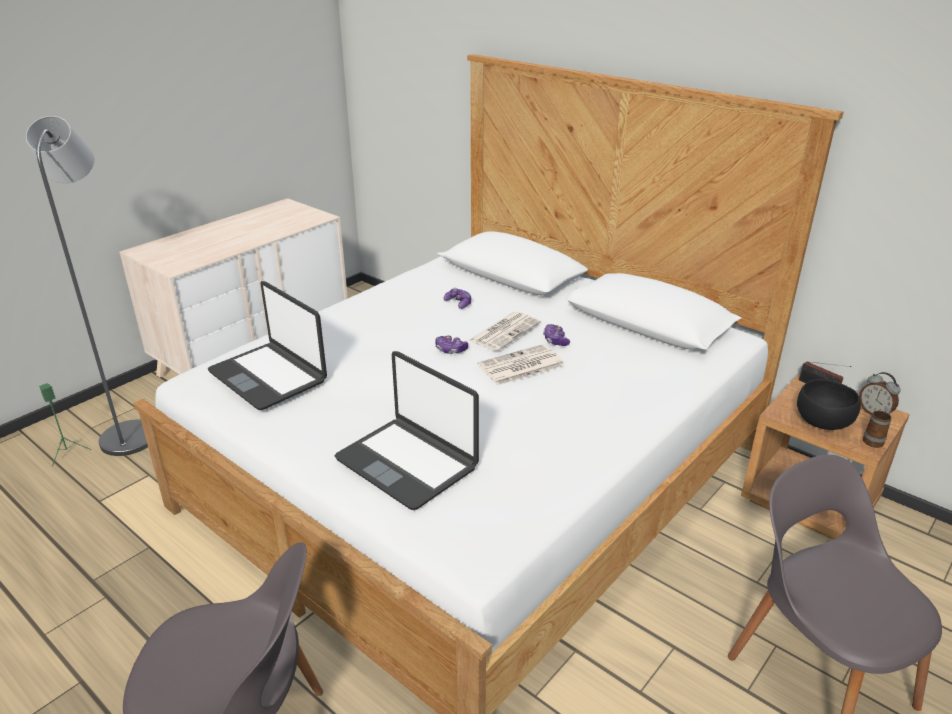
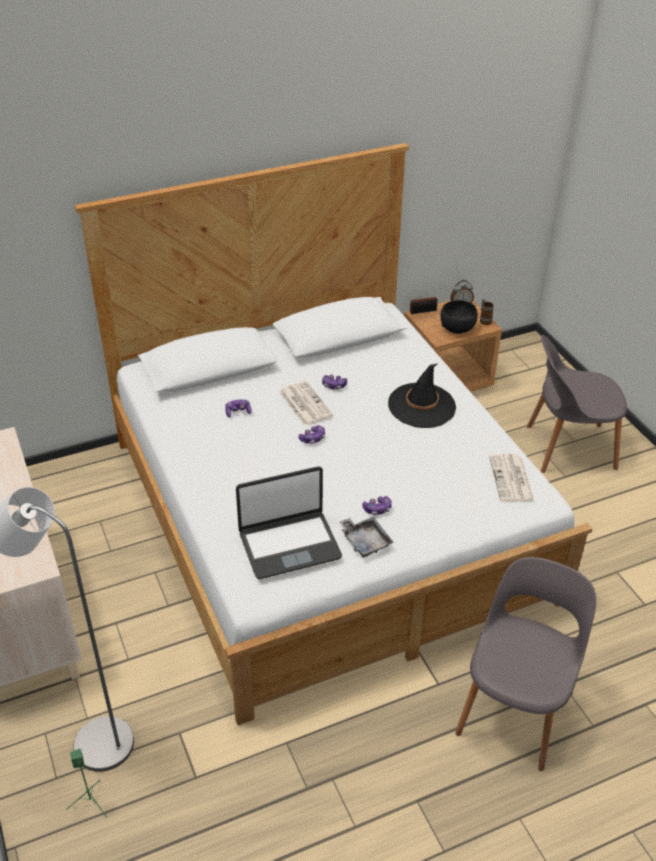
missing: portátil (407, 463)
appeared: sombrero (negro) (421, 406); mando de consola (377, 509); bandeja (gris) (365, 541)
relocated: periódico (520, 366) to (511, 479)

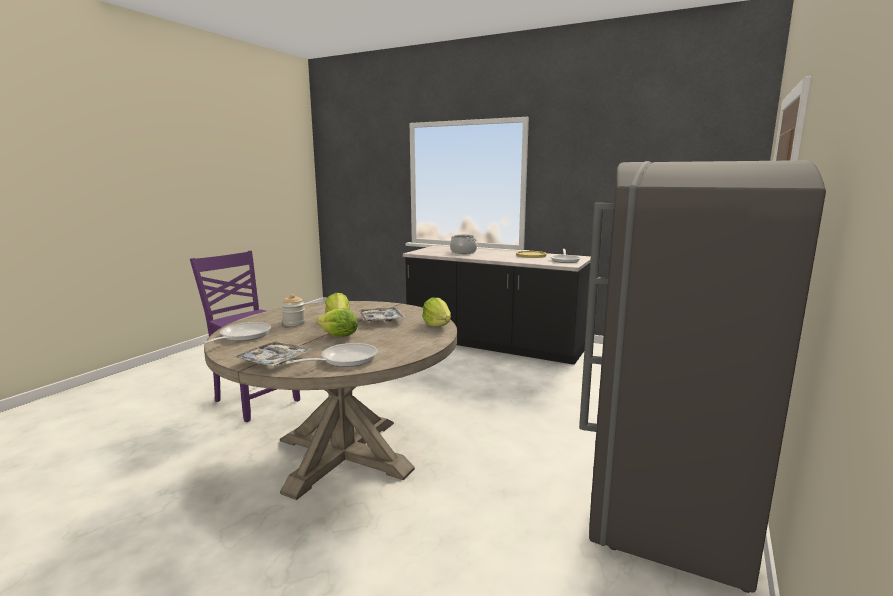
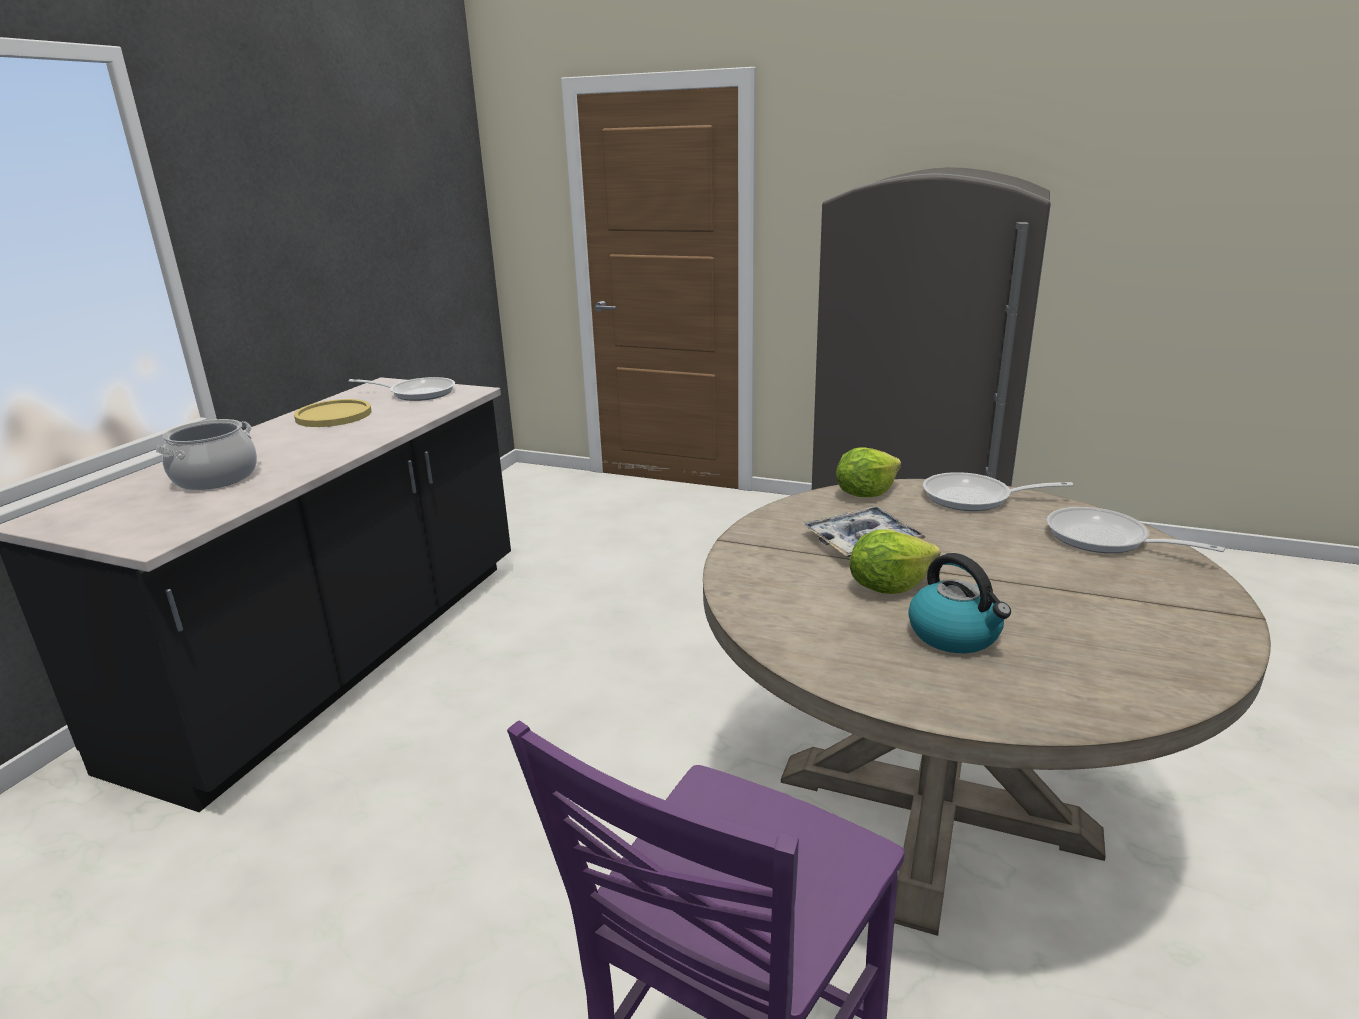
missing: lechuga (339, 336); bandeja (274, 360)
relocated: sartén (242, 336) to (974, 498)
exchanged: tarro (294, 323) to hervidor (955, 635)

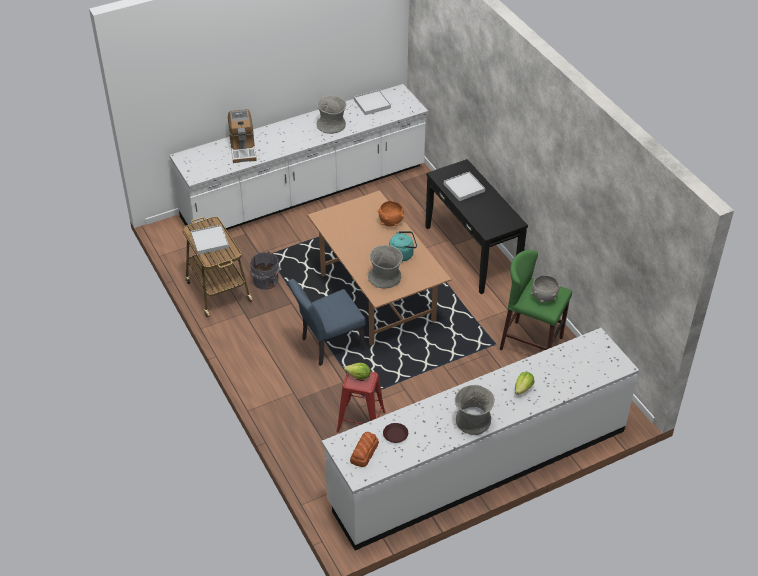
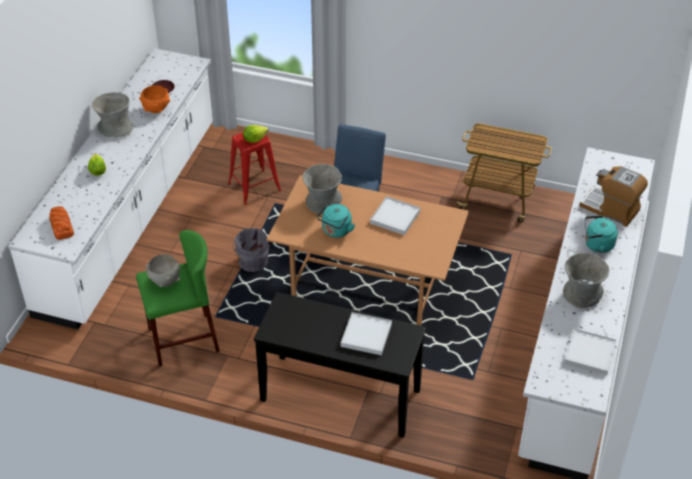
appeared: hervidor (turquesa) (597, 245)
relocated: cuenco (naranja) (391, 222) to (156, 110); bandeja (blanco) (209, 241) to (395, 217); cubo (gris) (267, 281) to (251, 262); pan (364, 452) to (62, 226)

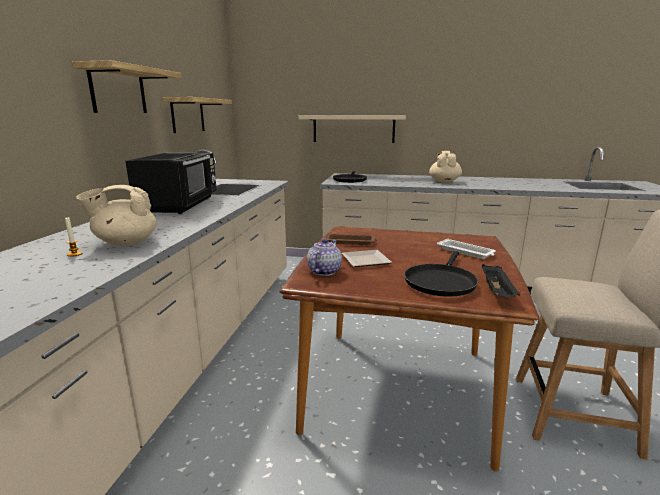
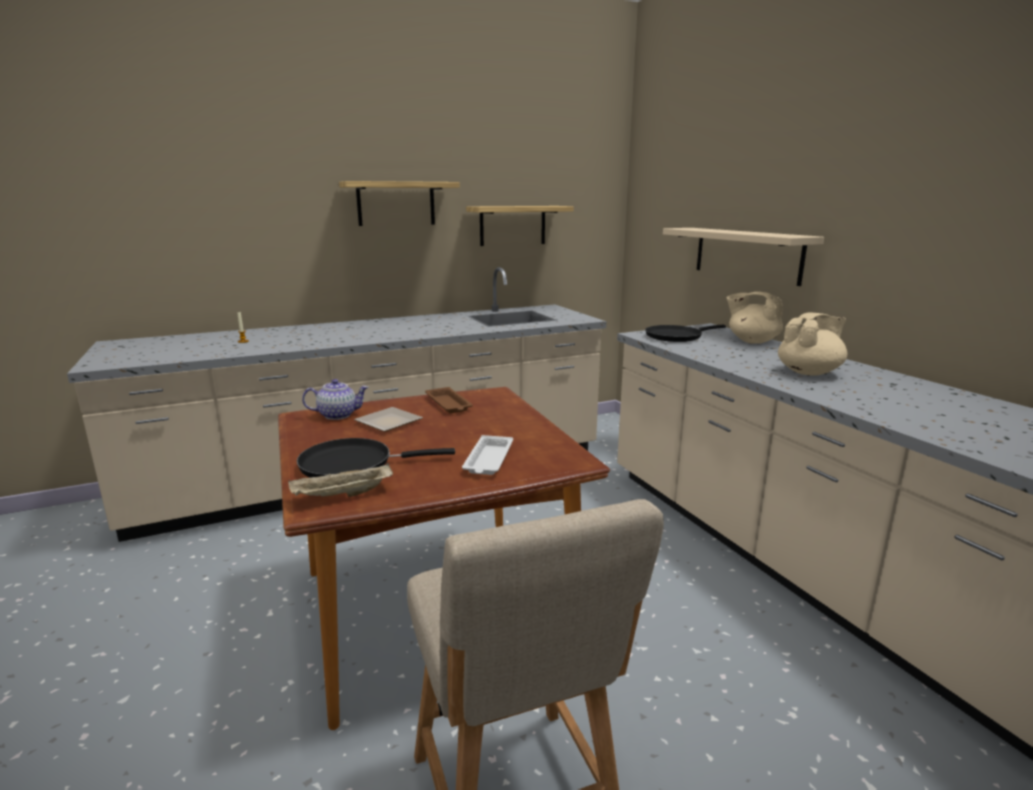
missing: microondas (negro) (180, 205)
relocated: tetera (beis) (125, 243) to (752, 341)
colour: bandeja (negro) (497, 292) to bandeja (beis) (342, 496)

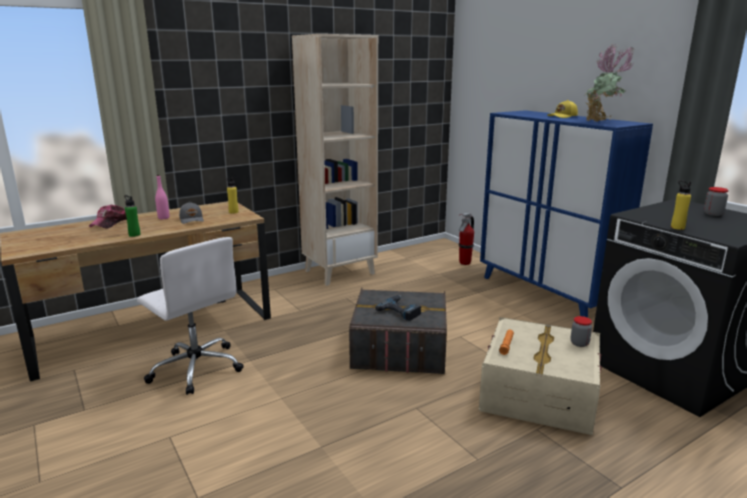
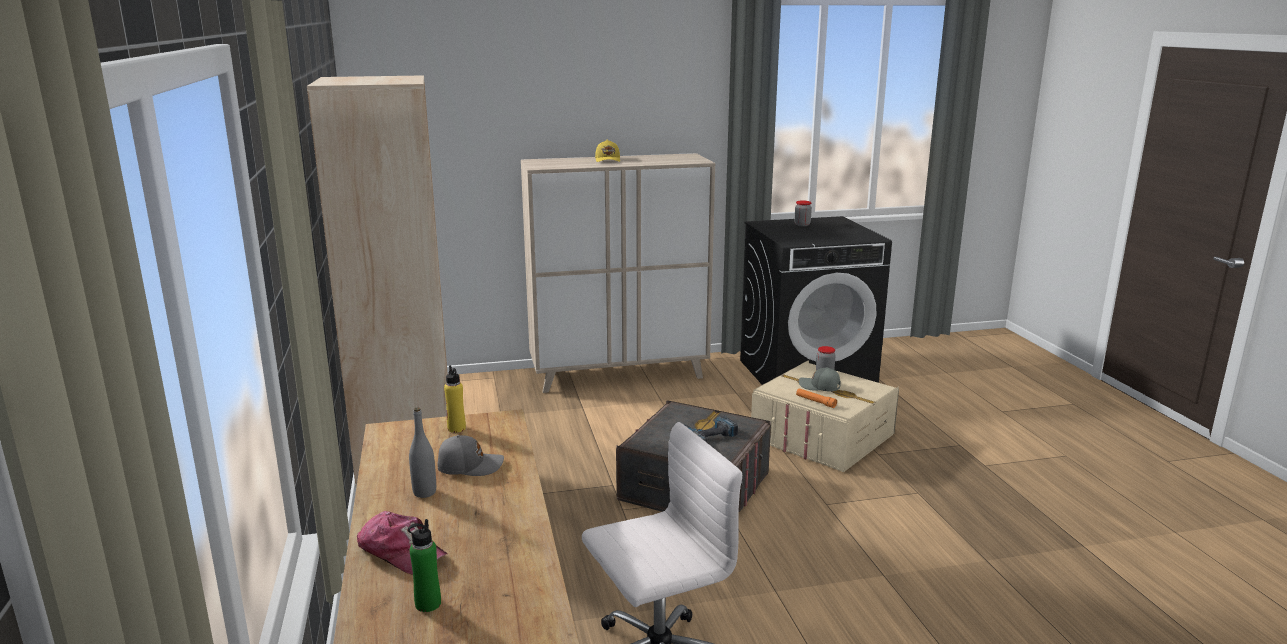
missing: planta en maceta (602, 122); botella (amarillo) (677, 227); extintor (464, 263)
appeared: gorra (gris) (819, 386)
relocated: botella (verde) (134, 235) to (428, 604)
colour: armario (azul) (545, 294) to armario (beis) (619, 375); botella (rosa) (163, 218) to botella (gris) (424, 492)

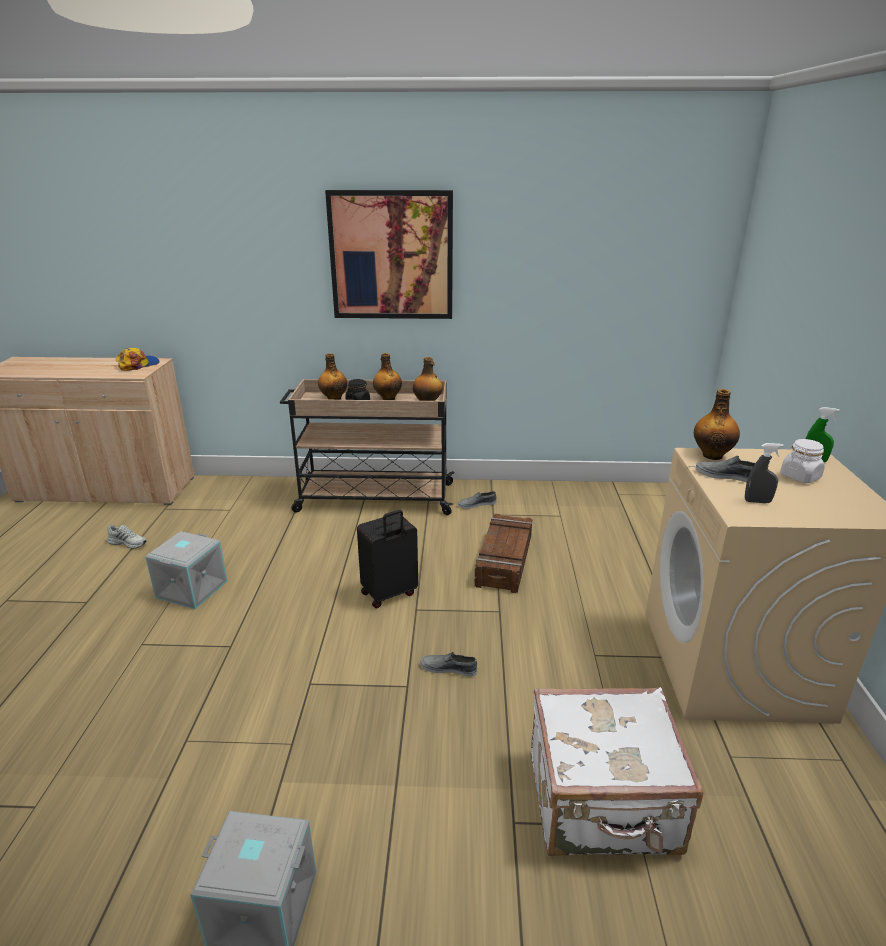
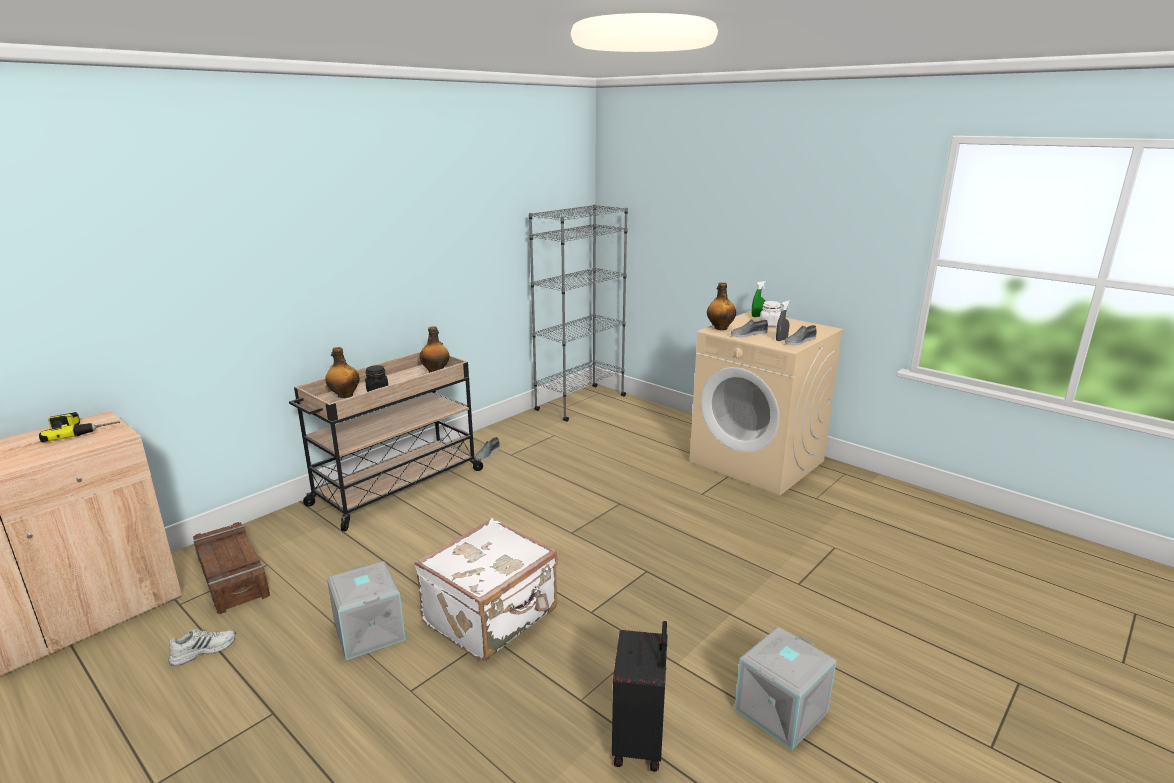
missing: cuadro (391, 256); botella (388, 398)
appeared: estantería (gris) (580, 403)
relocated: maleta (negro) (389, 594) to (640, 742); caja de embalaje (505, 560) to (233, 575); zapato (gris) (448, 668) to (799, 341); maleta (blanco) (603, 805) to (492, 617)
exchanged: gorra (138, 365) to taladro (82, 429)

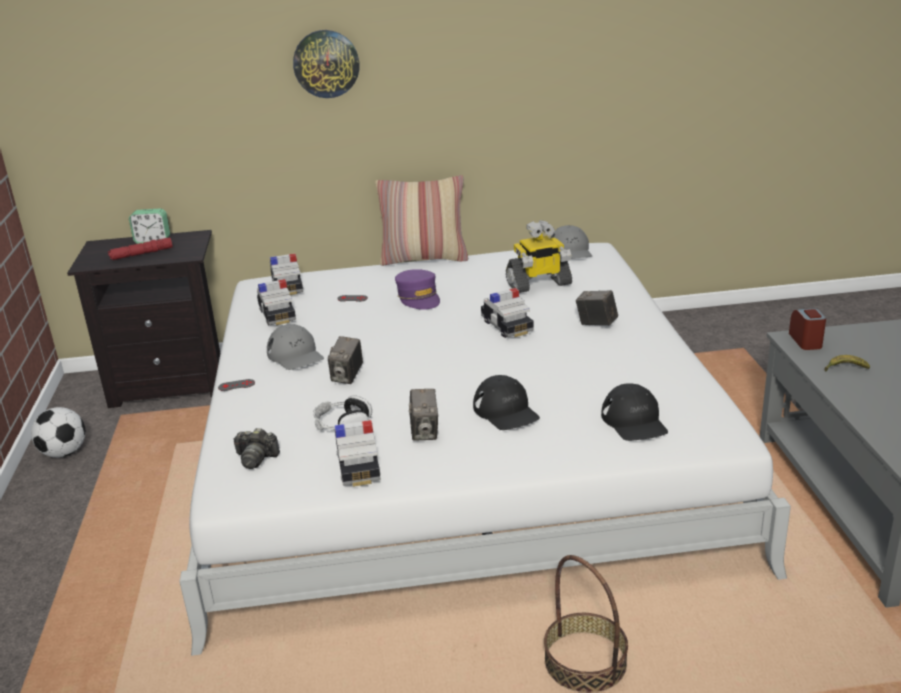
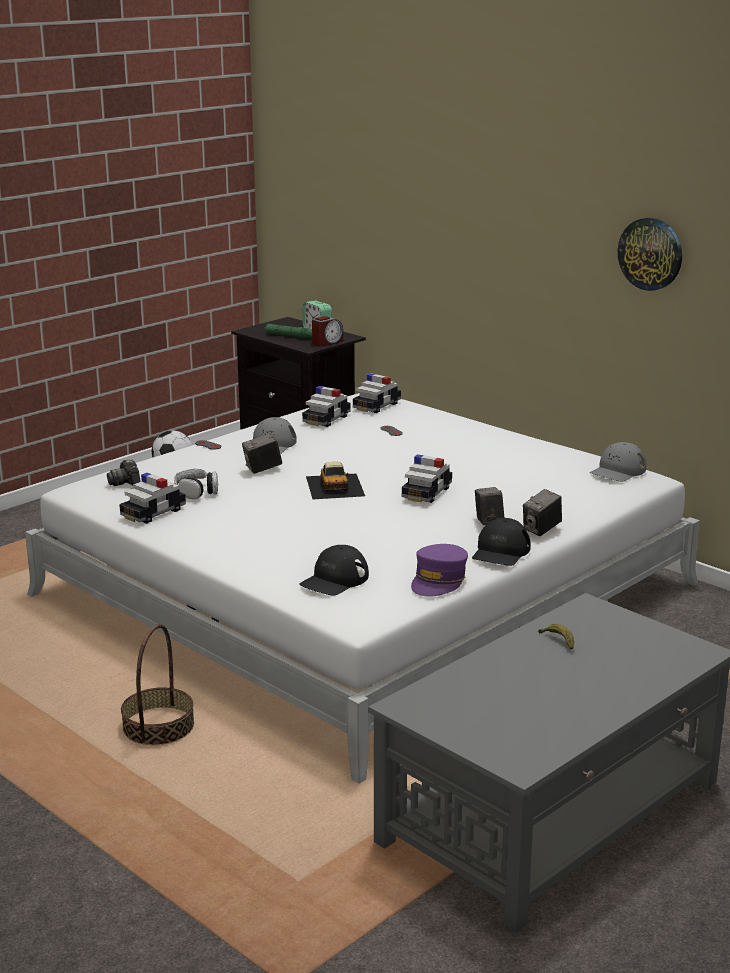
missing: cojín (424, 259); robot de juguete (538, 284)
appeared: coche de juguete (335, 486)
relocated: reloj de pared (326, 64) to (650, 253); gorra (morado) (419, 298) to (438, 581); despertador (806, 341) to (327, 342); gorra (negro) (506, 411) to (500, 552); cámara (425, 432) to (541, 530)
colour: linterna (rojo) (141, 254) to linterna (verde) (290, 336)

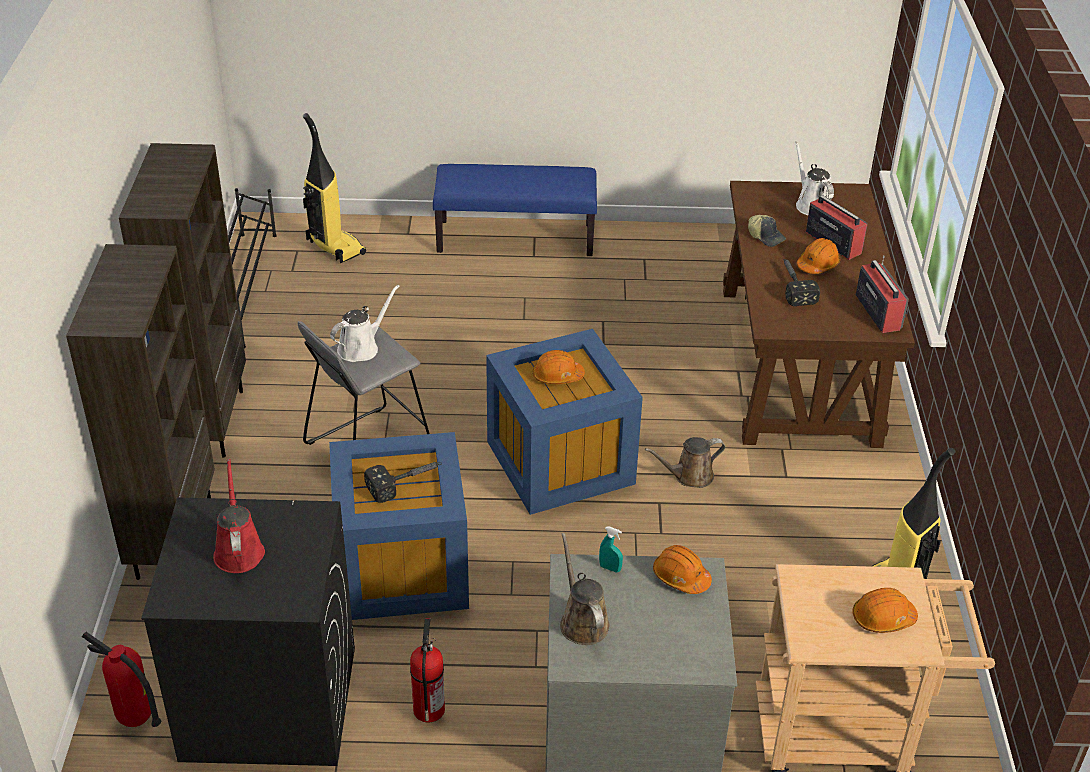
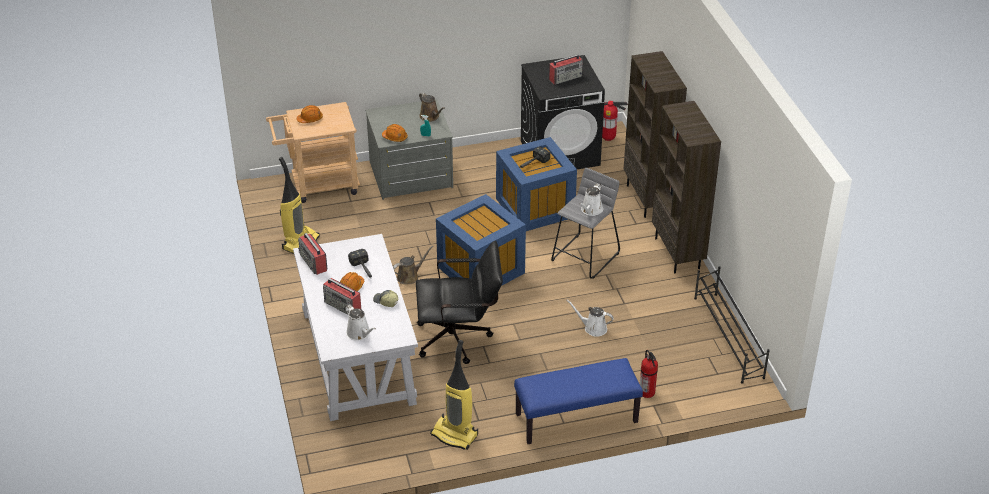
missing: casco (naranja) (557, 376)
appeared: silla de oficina (negro) (460, 338); regadera (blanco) (593, 328)
relocated: aspiradora (334, 247) to (455, 434); extintor (428, 708) to (647, 392)
exchanged: regadera (rojo) (238, 550) to radio (566, 77)
colour: escritorio (marrón) (798, 364) to escritorio (blanco) (358, 357)

